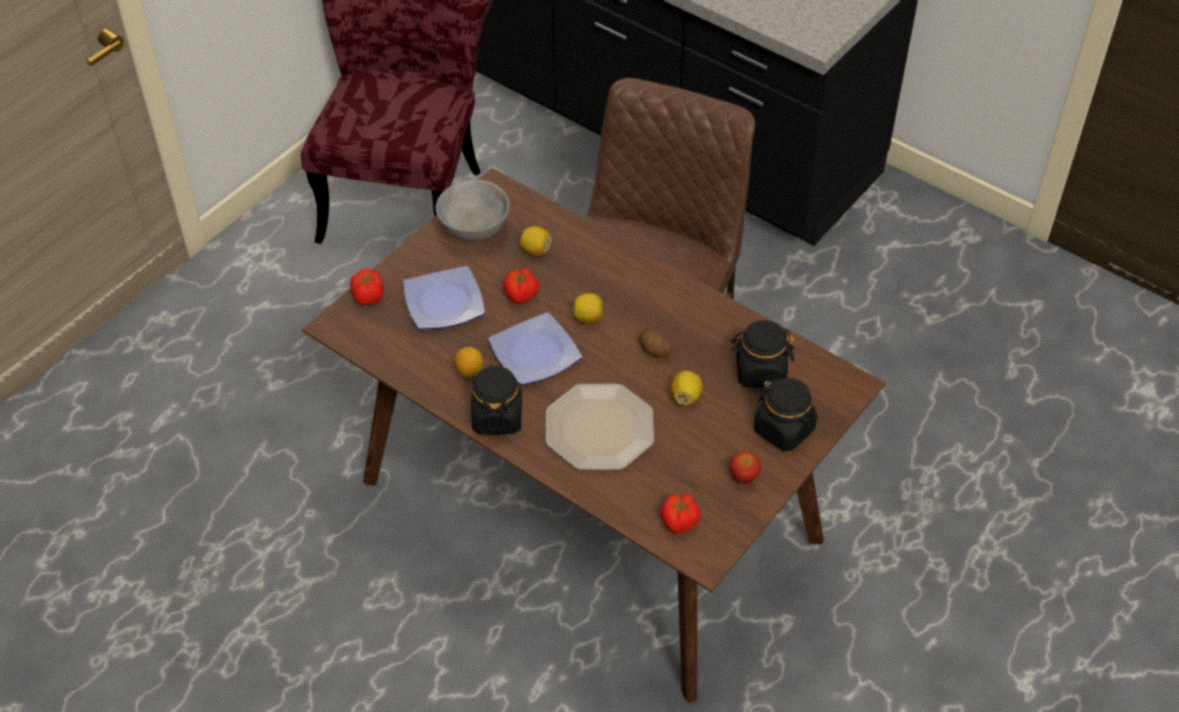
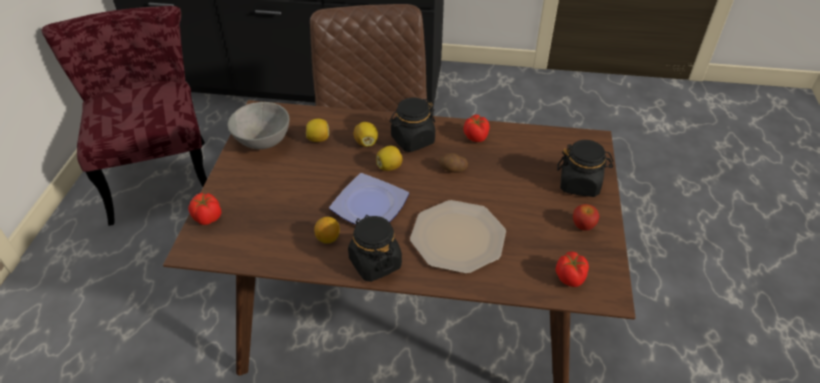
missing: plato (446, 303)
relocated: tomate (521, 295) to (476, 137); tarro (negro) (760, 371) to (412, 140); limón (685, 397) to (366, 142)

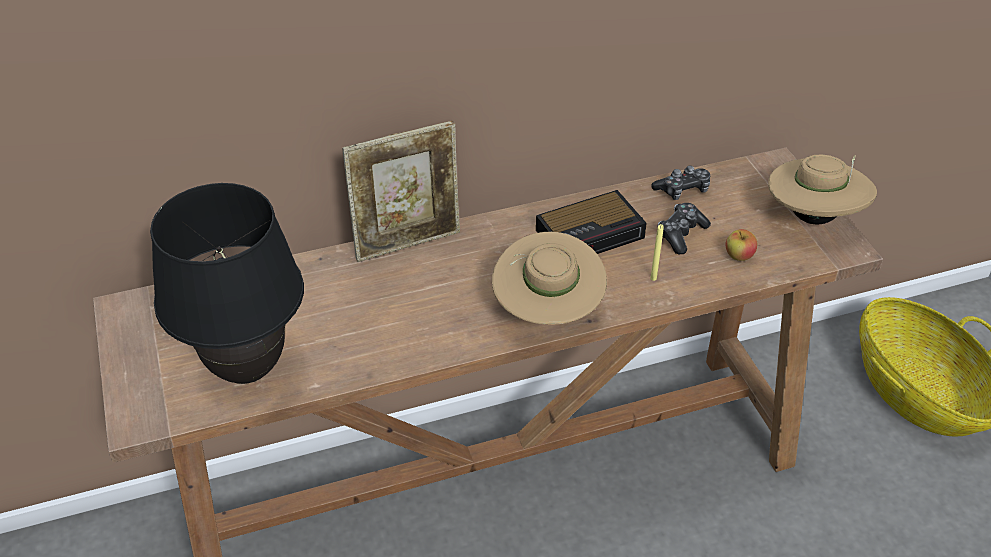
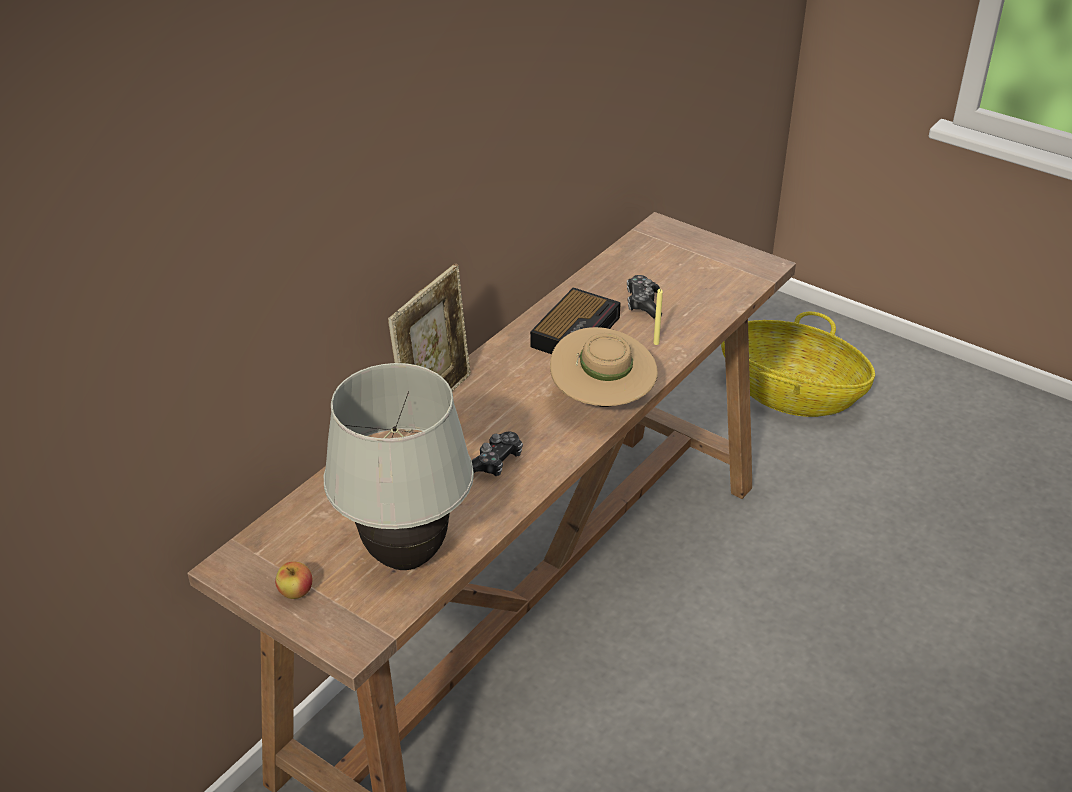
missing: sombrero (beis) (813, 217)
relocated: mando de consola (683, 190) to (495, 462); manzana (739, 256) to (296, 592)
colour: lámpara de mesa (negro) (248, 369) to lámpara de mesa (blanco) (406, 556)

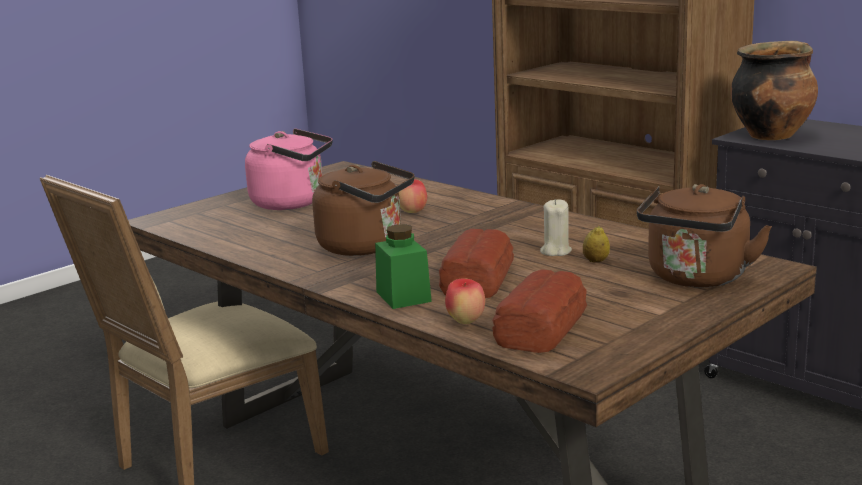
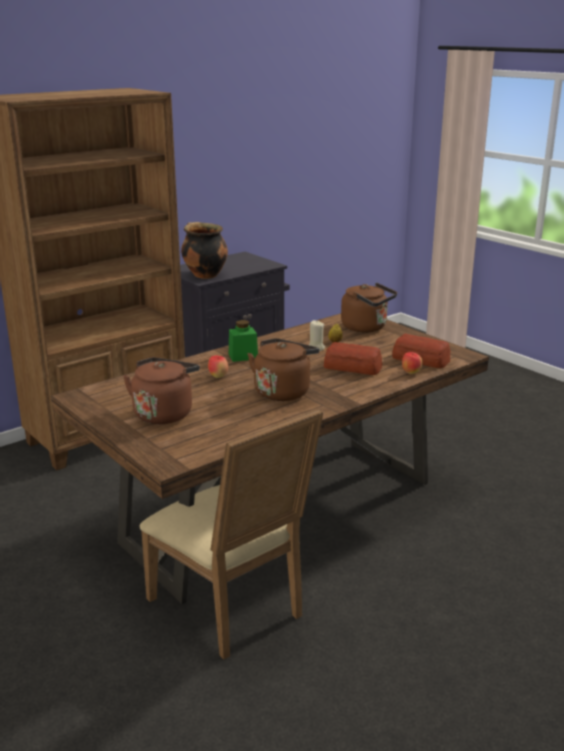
relocated: tarro (verde) (403, 296) to (243, 356)
colour: hervidor (rosa) (293, 203) to hervidor (marrón) (164, 413)

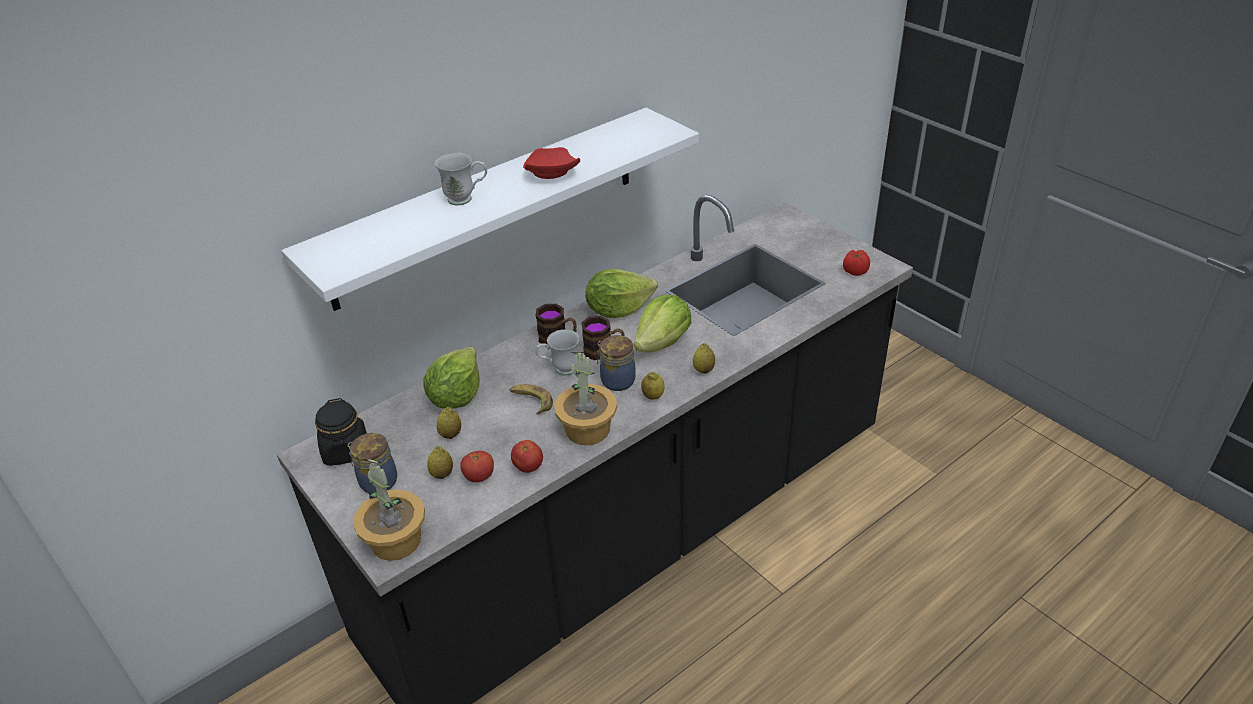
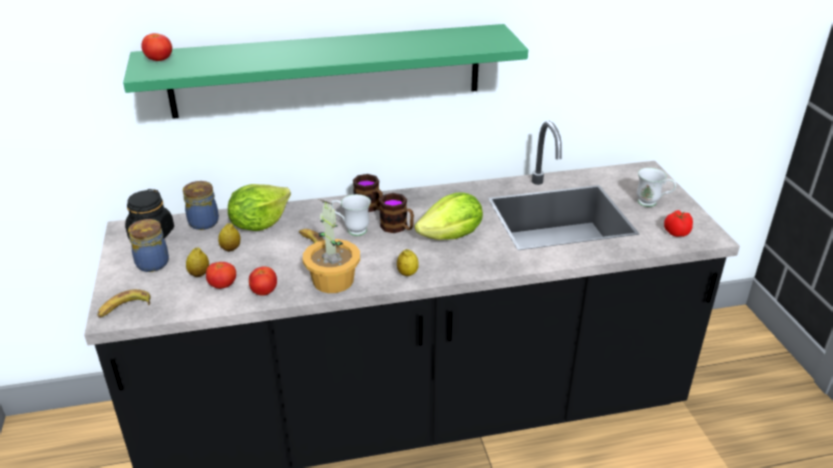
missing: plato (rojo) (550, 173); lechuga (618, 310); limón (703, 370)
appeared: tomate (159, 60)
relocated: taza grande (blanco) (466, 199) to (652, 203); tarro (616, 381) to (203, 222)
exchanged: planta en maceta (395, 541) to plátano (125, 308)
colour: estante (blanco) (487, 206) to estante (verde) (327, 71)

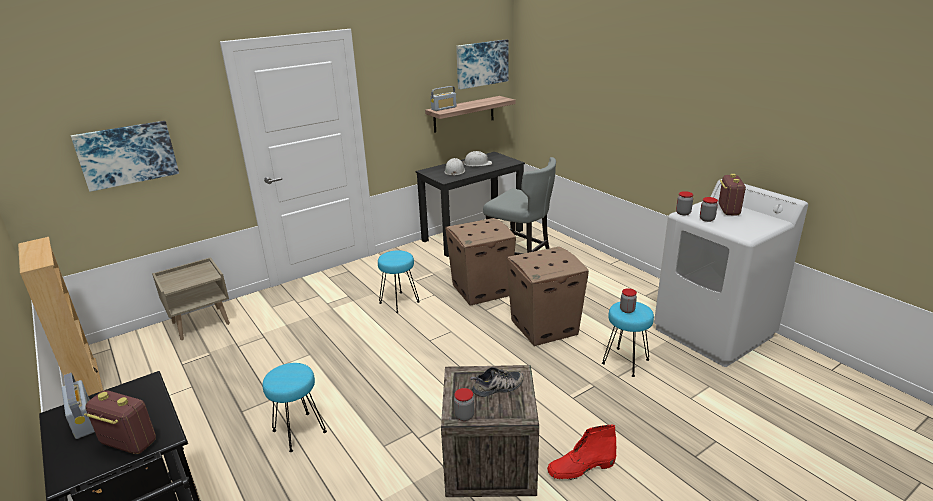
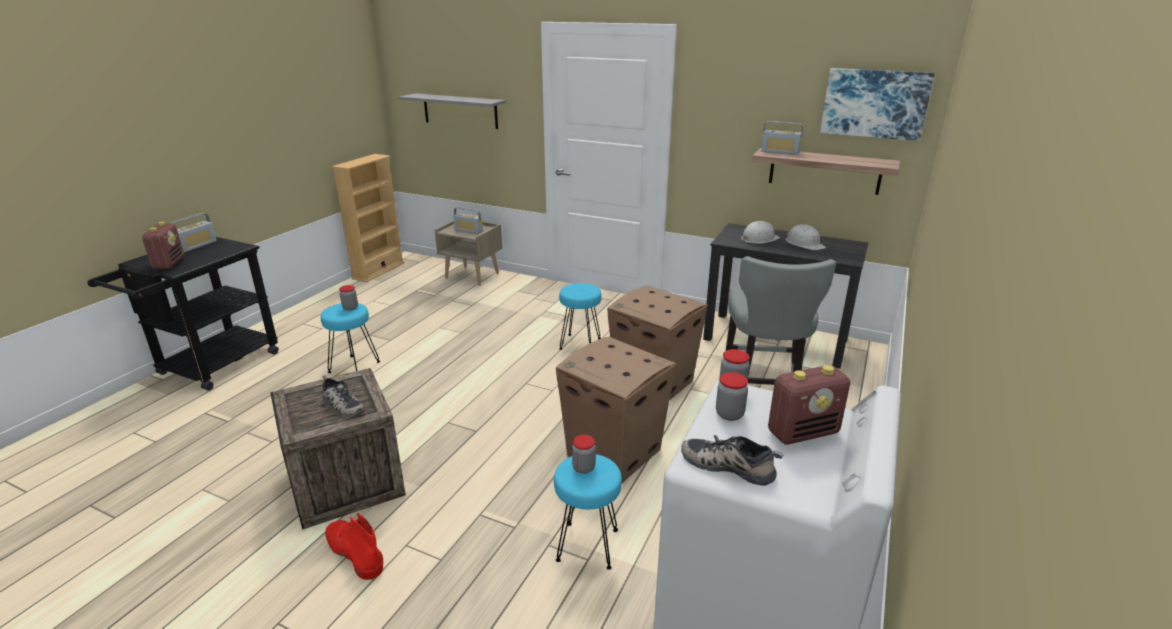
appeared: radio (468, 230); zapato (729, 465)
relocated: tarro (464, 416) to (350, 308)
exchanged: cuadro (127, 154) to estante (gris) (460, 111)

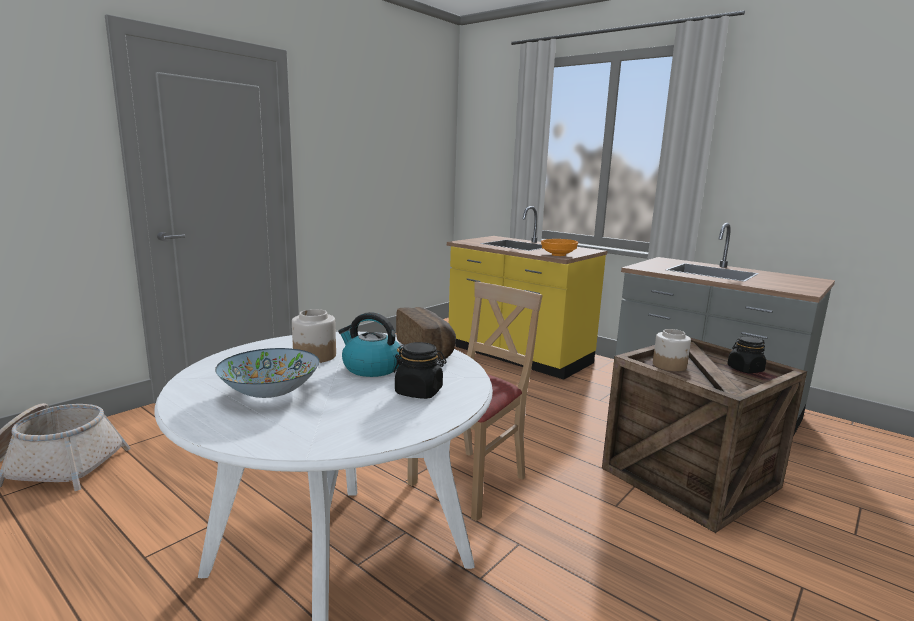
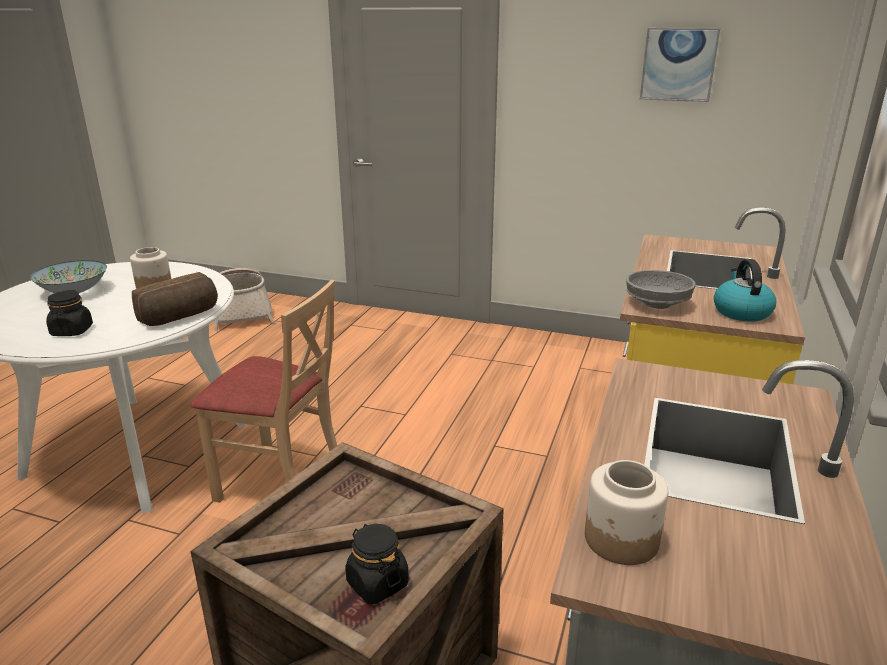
appeared: cuadro (678, 64)
relocated: hervidor (371, 368) to (741, 312); tarro (669, 365) to (621, 540)
colour: cuenco (naranja) (558, 255) to cuenco (gris) (658, 304)

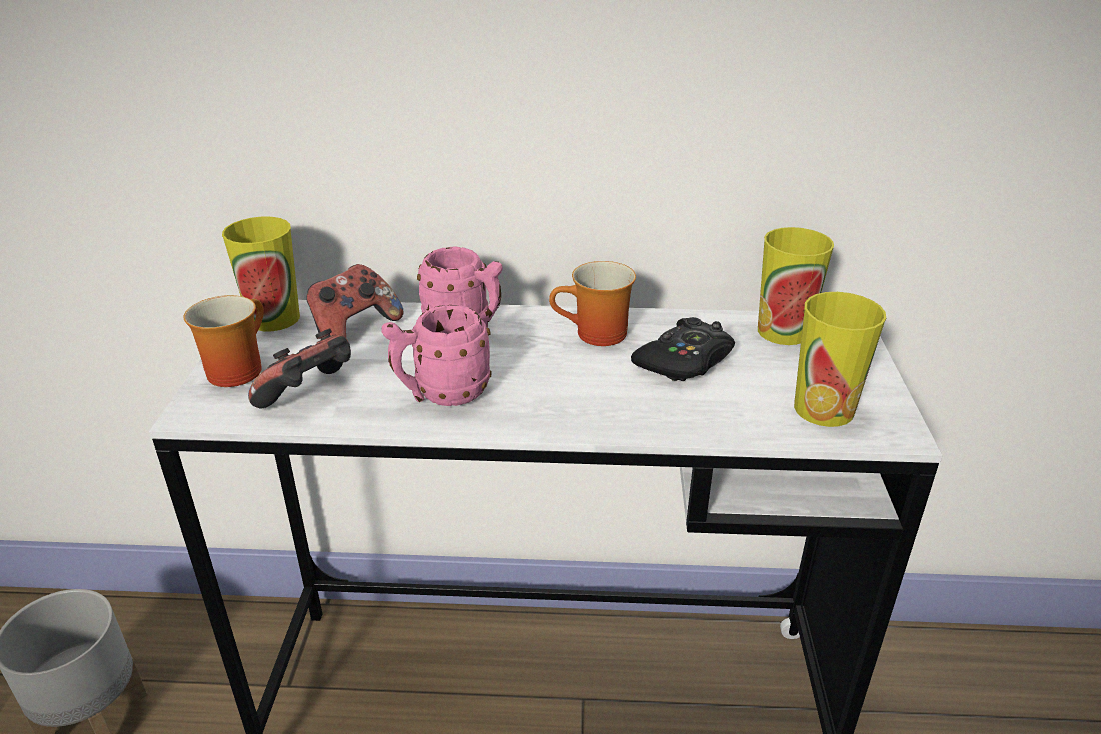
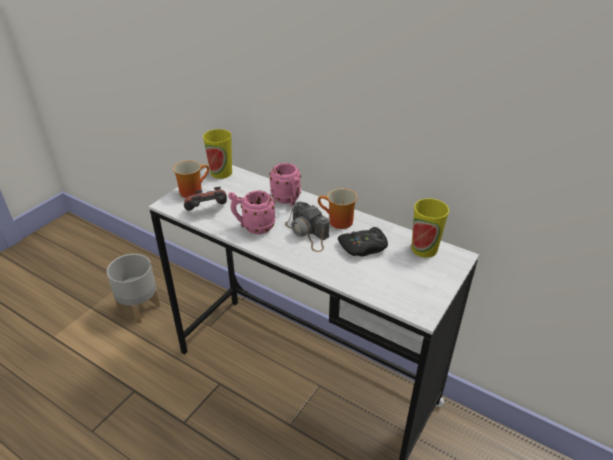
missing: mando de consola (354, 329); taza (823, 409)
appeared: cámara (308, 233)

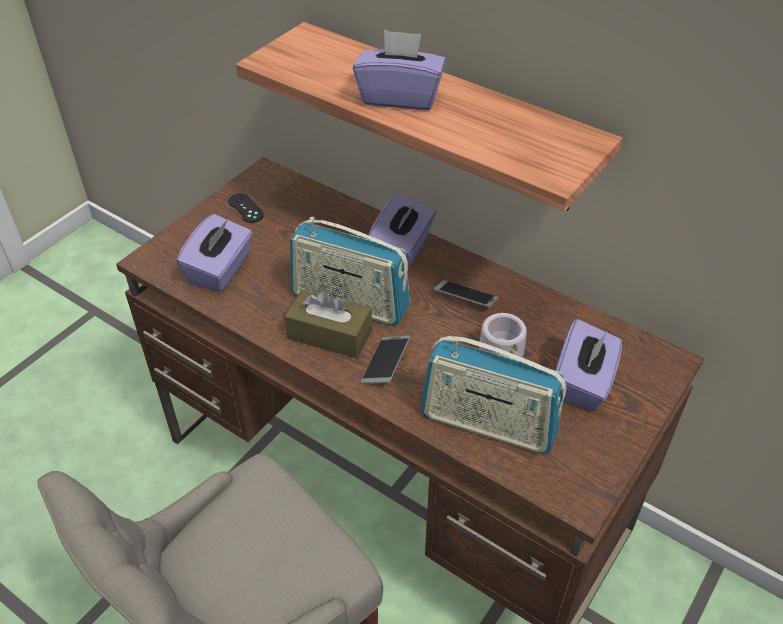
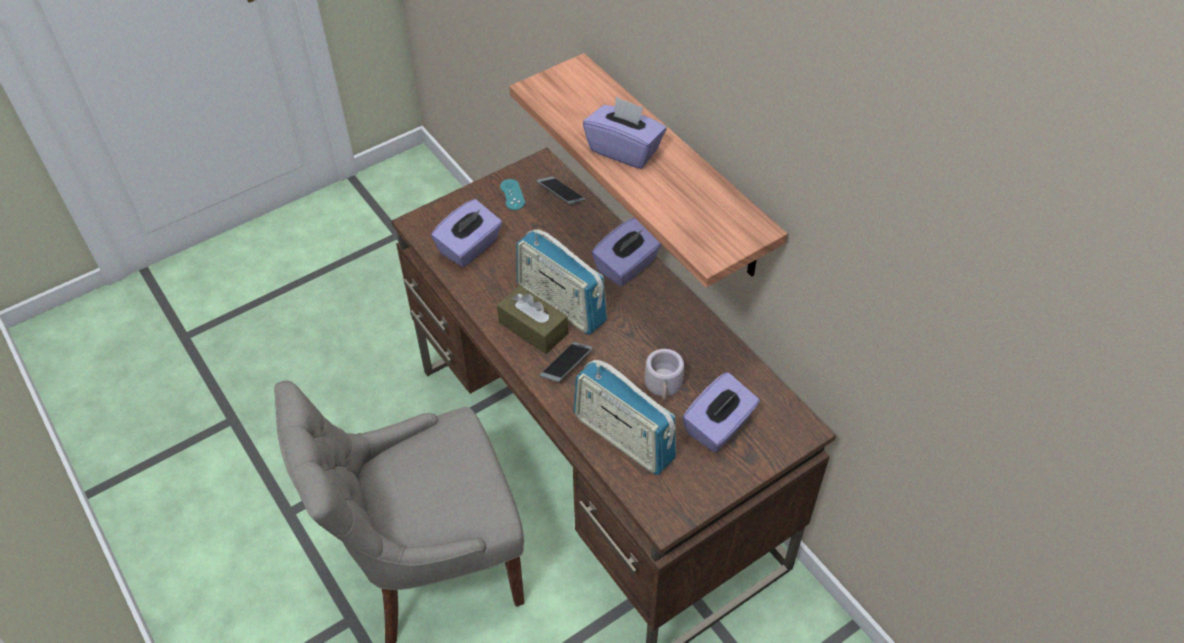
relocated: móvil (465, 298) to (561, 194)
colour: mando de consola (negro) (245, 208) to mando de consola (turquesa) (512, 195)

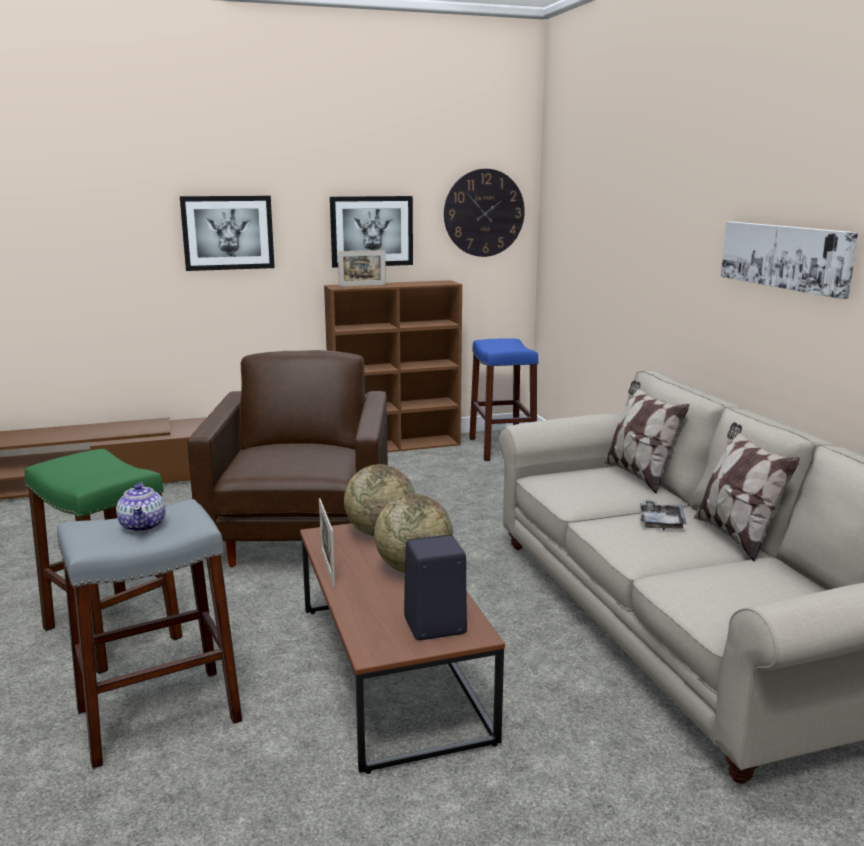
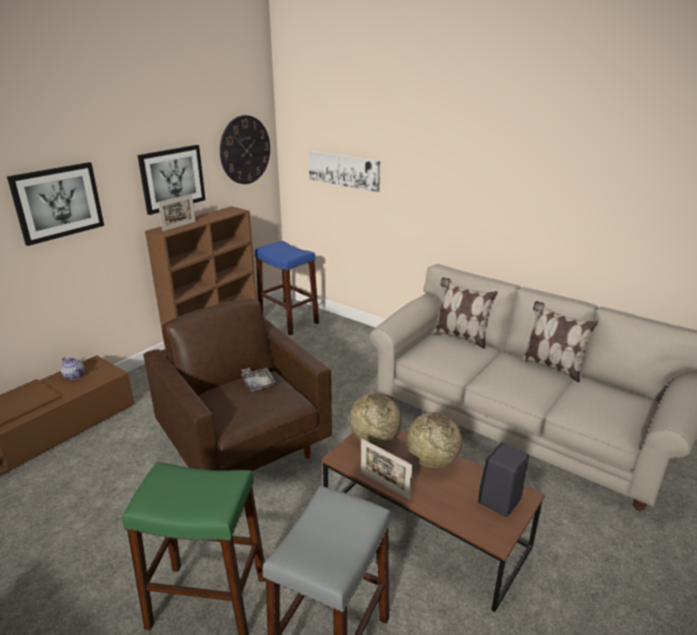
relocated: cuadro (785, 256) to (344, 170); tetera (143, 525) to (74, 375); bandeja (gris) (660, 522) to (257, 383)

